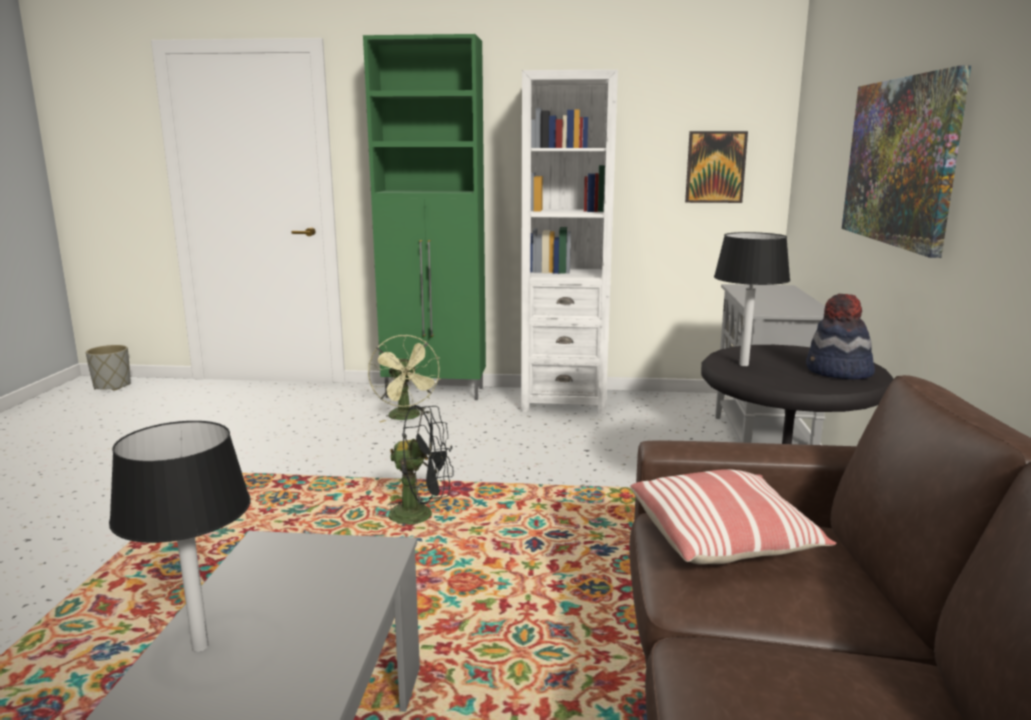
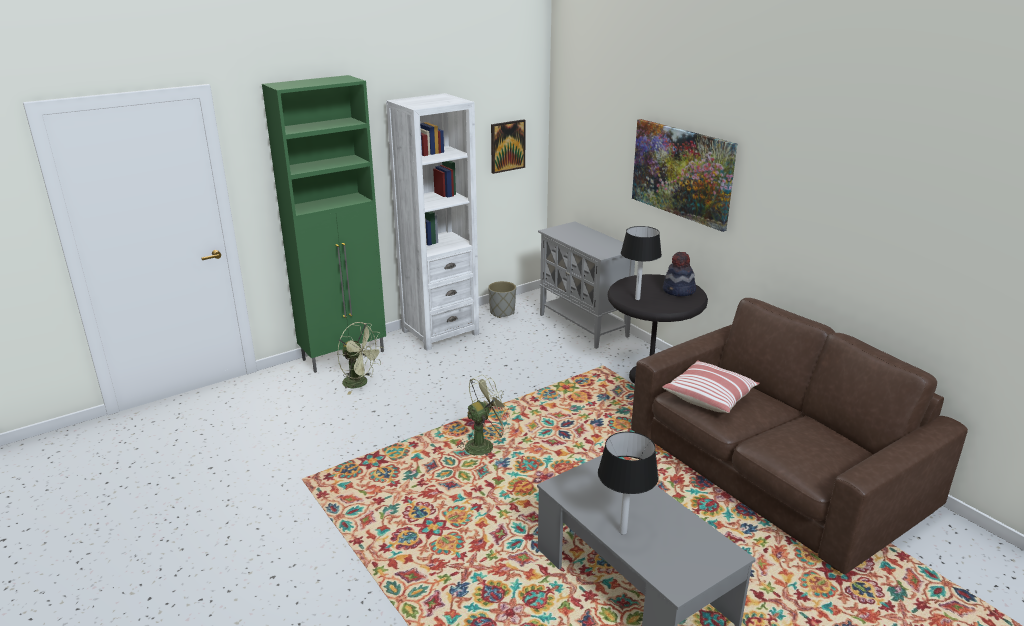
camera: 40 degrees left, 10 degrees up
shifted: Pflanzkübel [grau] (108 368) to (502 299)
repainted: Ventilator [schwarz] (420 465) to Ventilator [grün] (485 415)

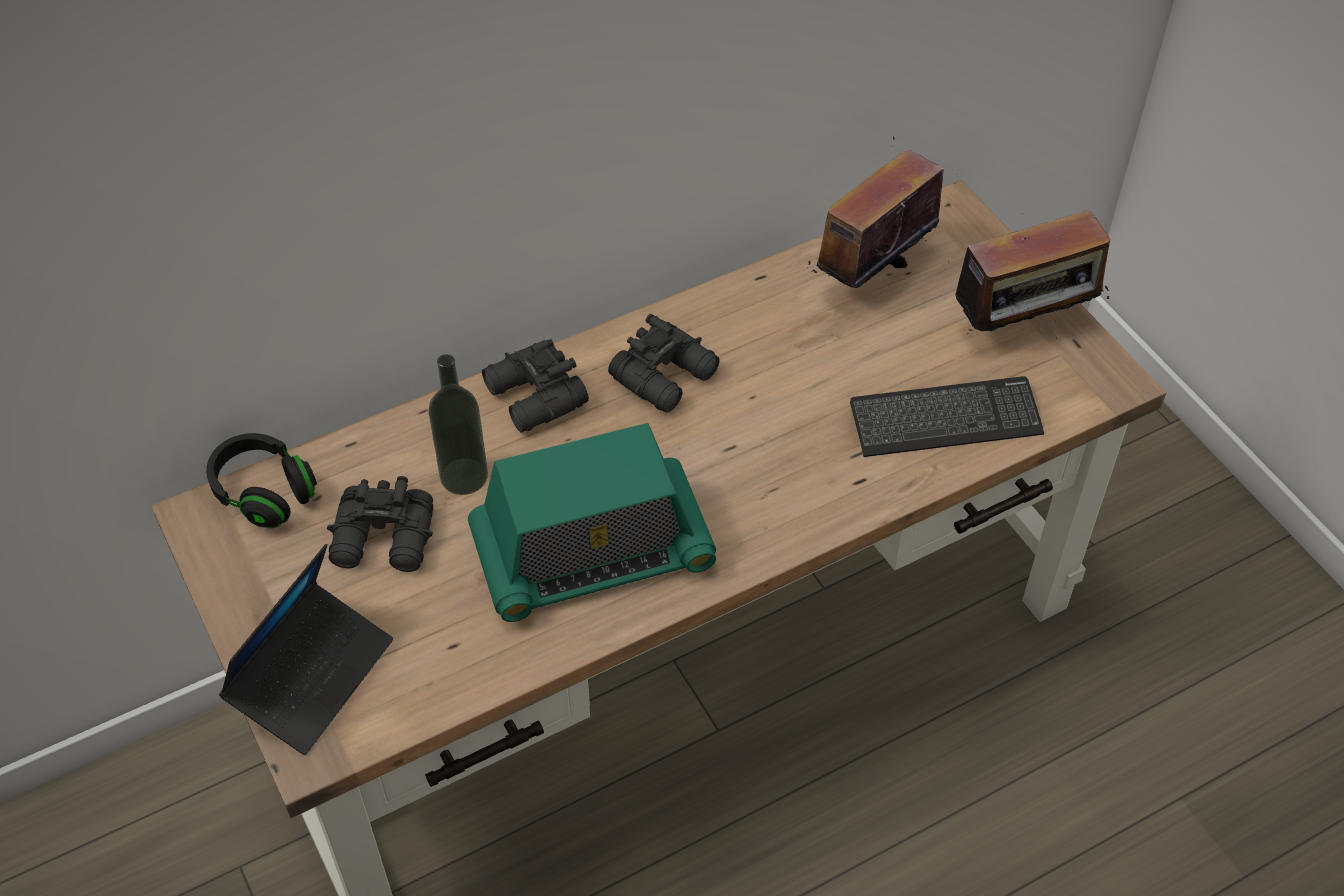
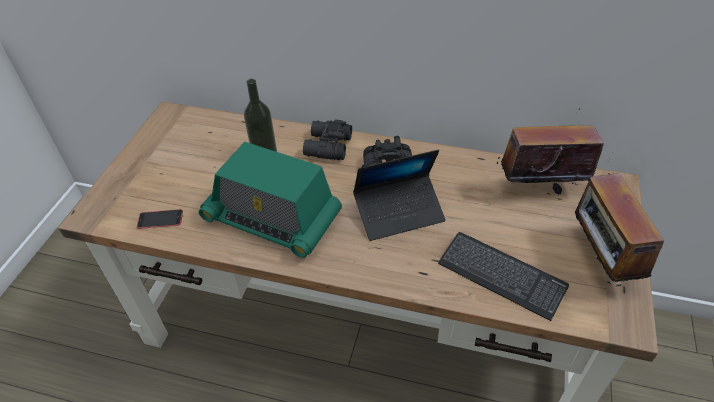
camera: 45 degrees right, 5 degrees down
gone: Kopfhörer [schwarz] (261 480); Fernglas [schwarz] (380 524)
new: Handy (160 219)
shifted: Laptop (306 649) to (399 195)
rotated: Radio (1029 272) = (619 229) 60 degrees clockwise

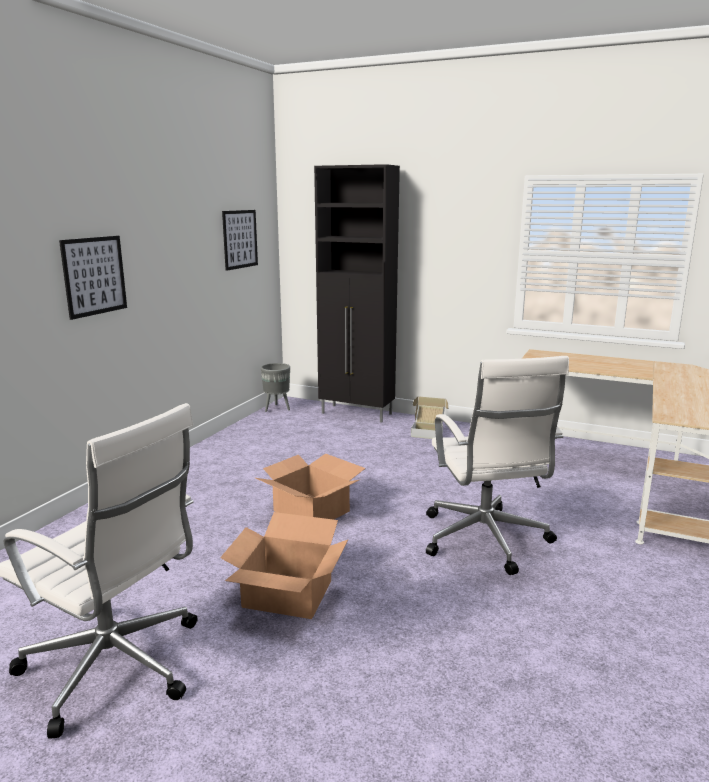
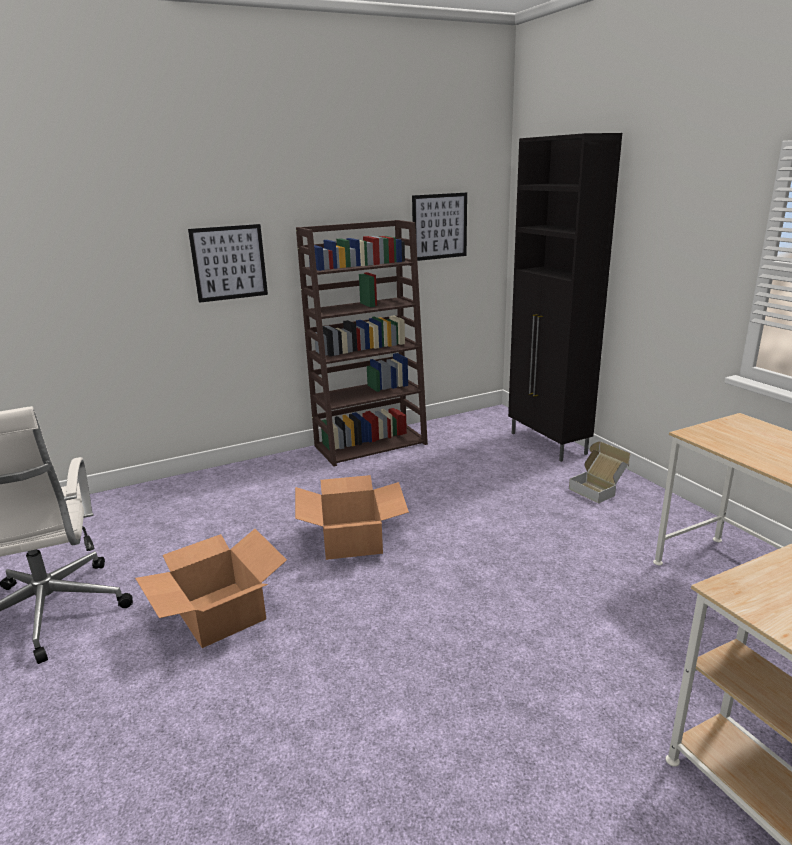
camera: 40 degrees right, 5 degrees up
gone: Pflanzkübel [grau] (275 387); Bürostuhl [weiß] (497 465)
new: Bücherregal [braun] (362 343)

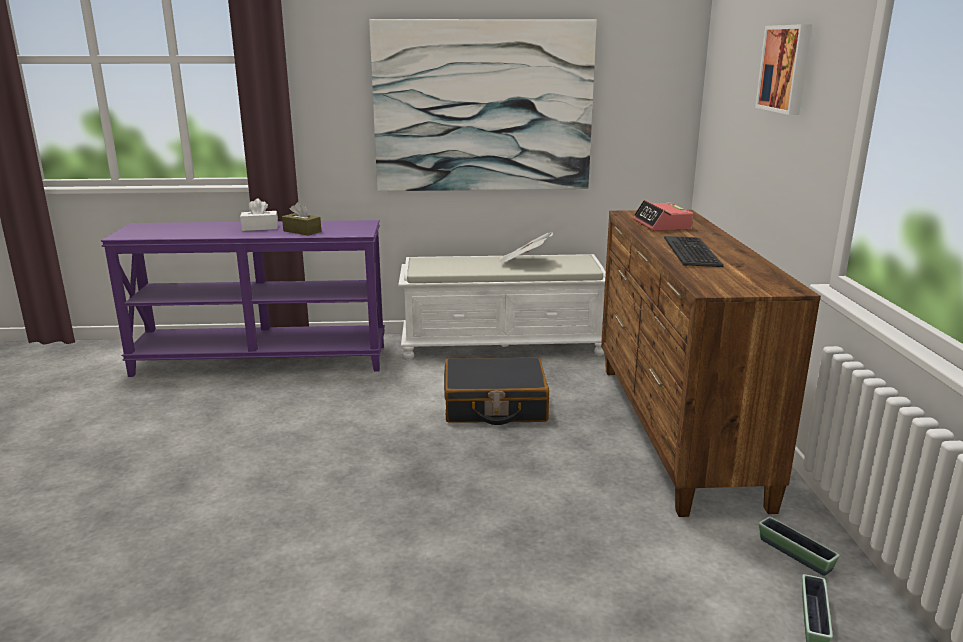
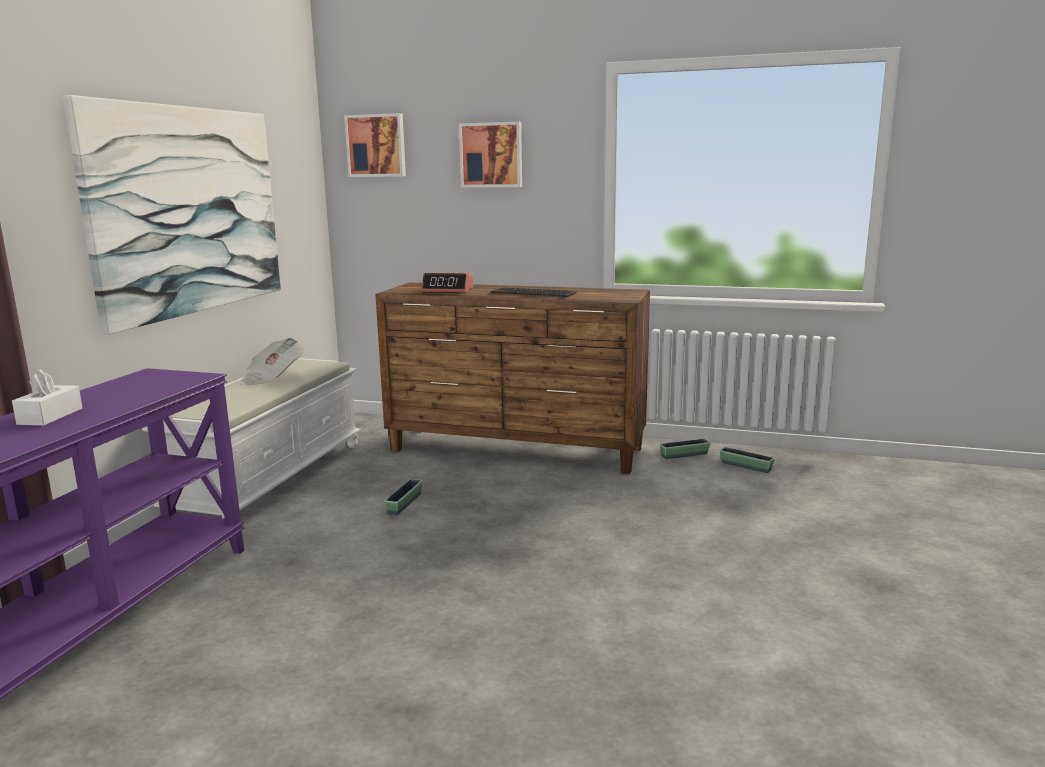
camera: 70 degrees left, 5 degrees down
gone: Taschentuchbox [braun] (301 219)
new: Bild (375 145)
swapped: Koffer [schwarz] (496 391) to Pflanzkübel (403 497)

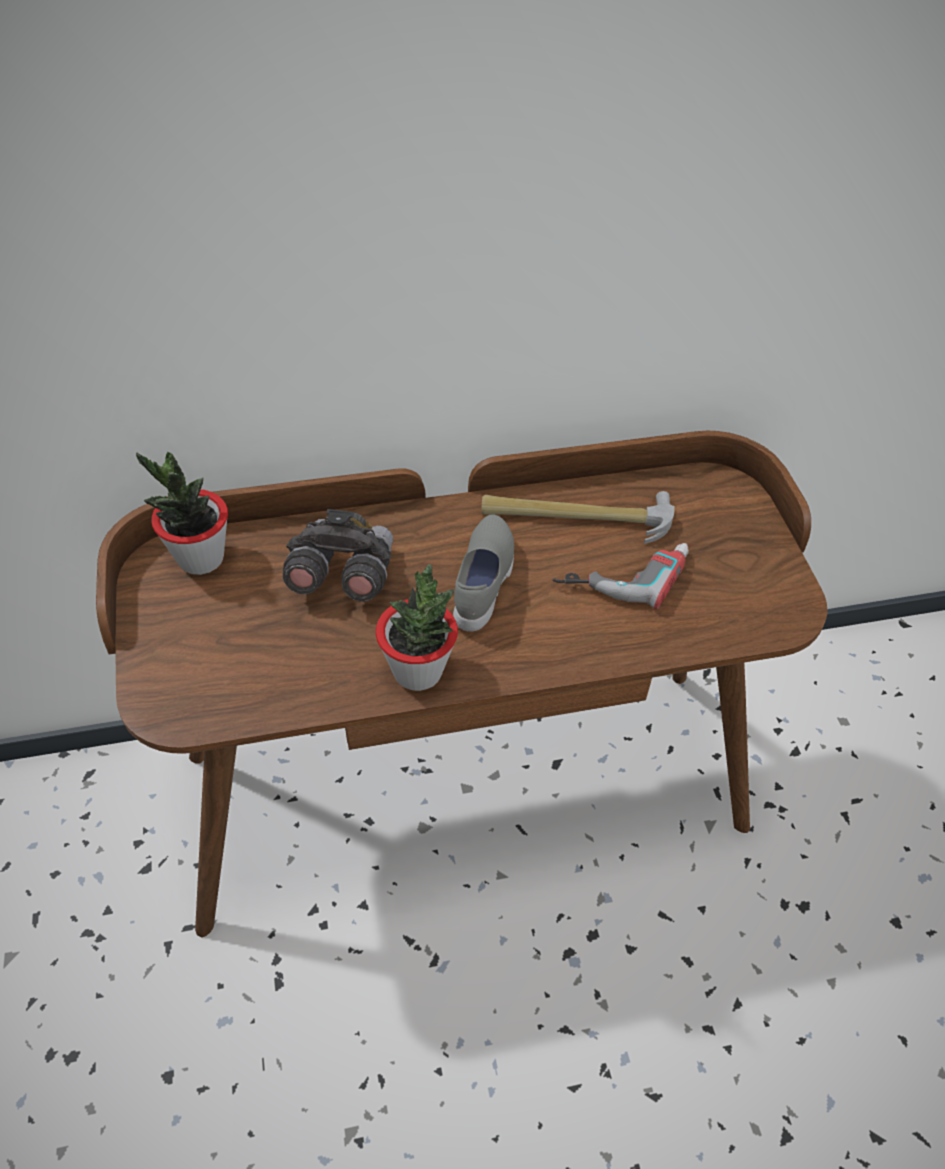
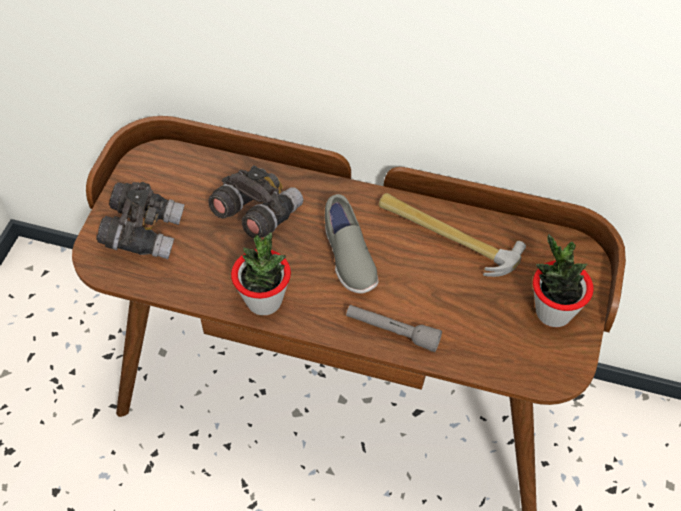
camera: 30 degrees right, 5 degrees up
gone: Bohrmaschine (620 576)
new: Fernglas [grau] (140 220); Taschenlampe [grau] (394 328)
shifted: Topfpflanze (182 513) to (563 280)
rotated: Schuh [grau] (483 573) = (351 244) 120 degrees clockwise

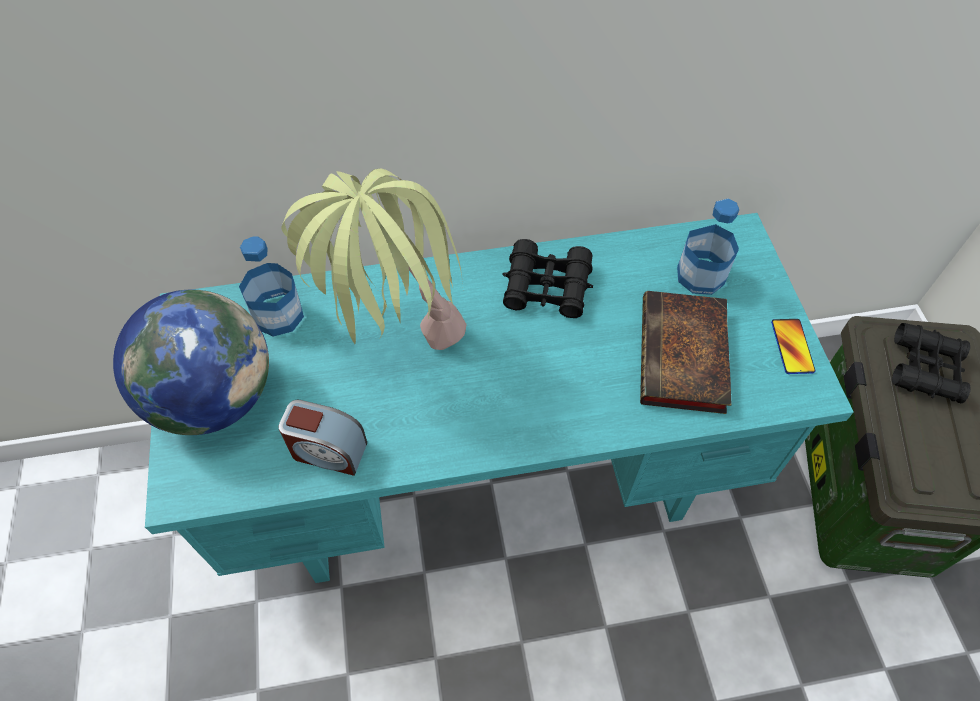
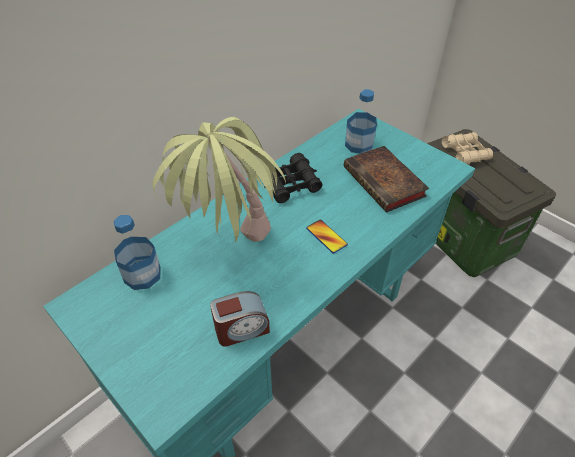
camera: 35 degrees left, 10 degrees down
gone: Globus (191 362)
shifted: Handy (793 346) to (327 237)
repainted: Fernglas [schwarz] (931 363) to Fernglas [beige] (467 148)

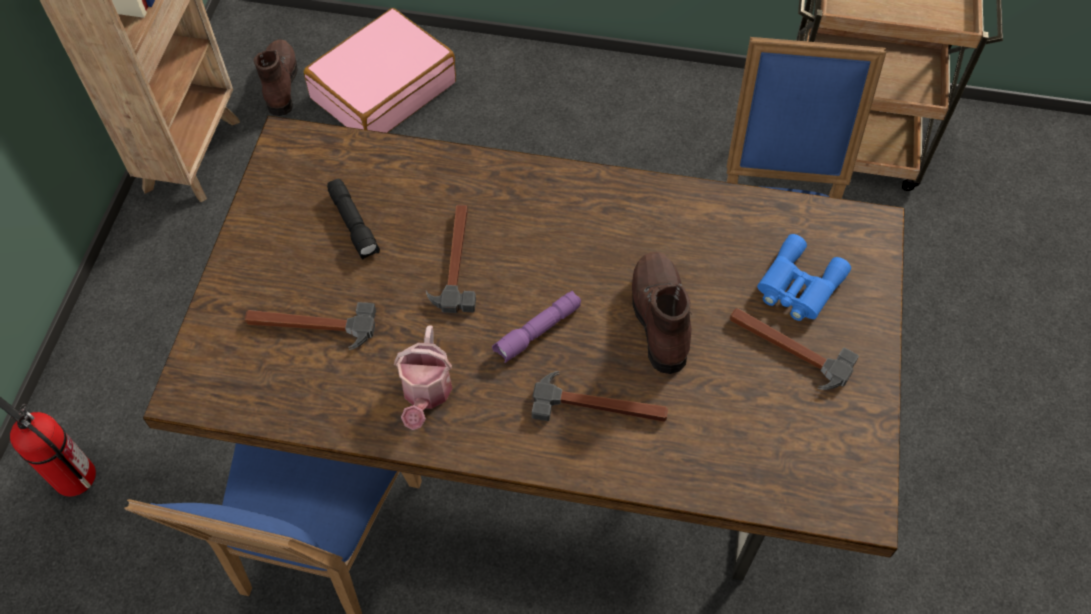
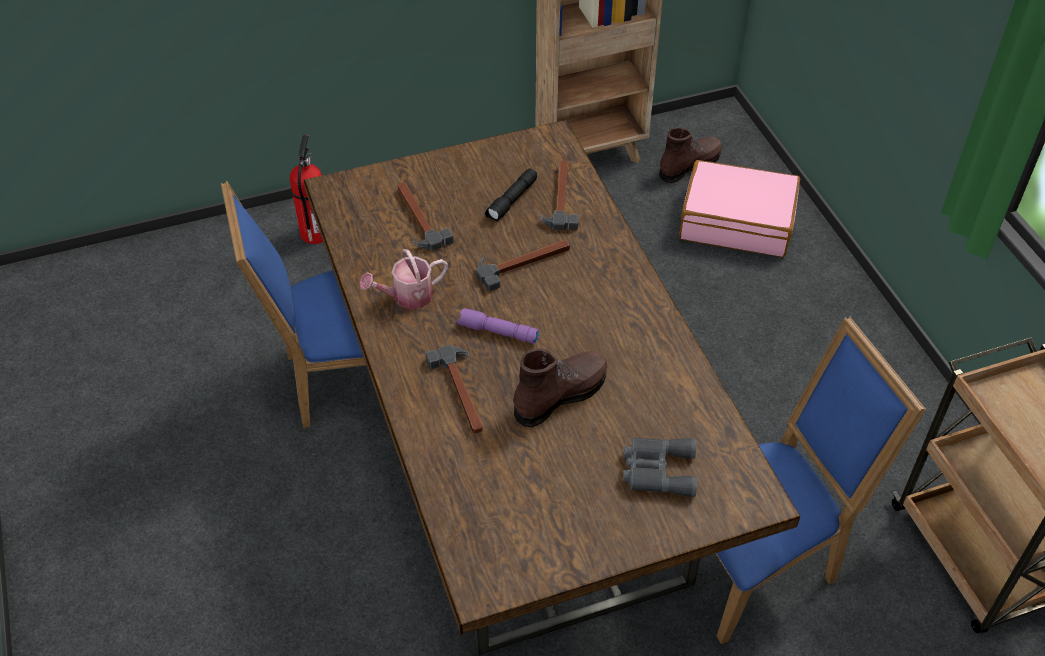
camera: 60 degrees right, 10 degrees down
shifted: Hammer (794 349) to (559 195)
repainted: Fernglas [blau] (804 277) to Fernglas [grau] (660 467)

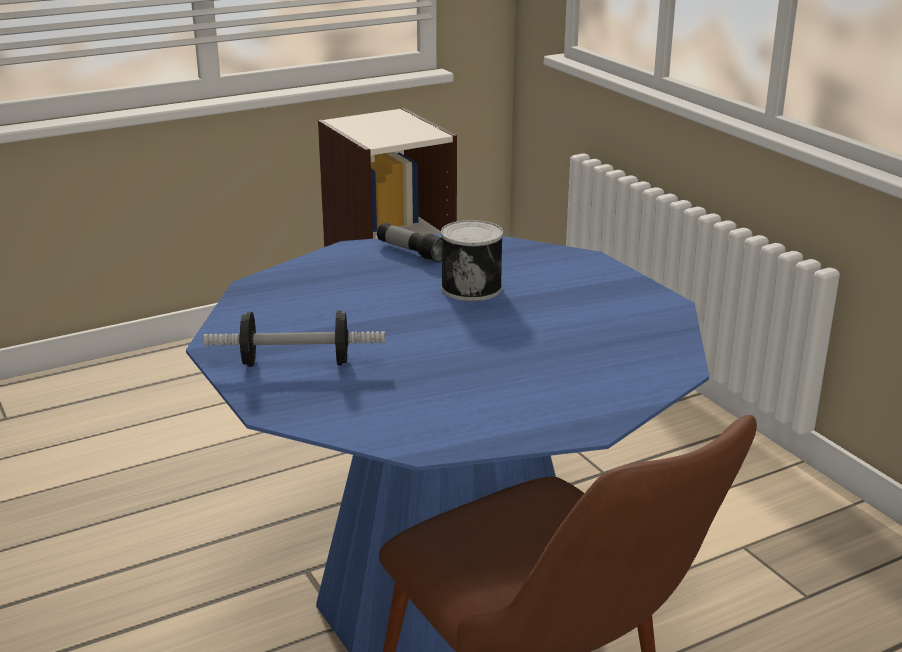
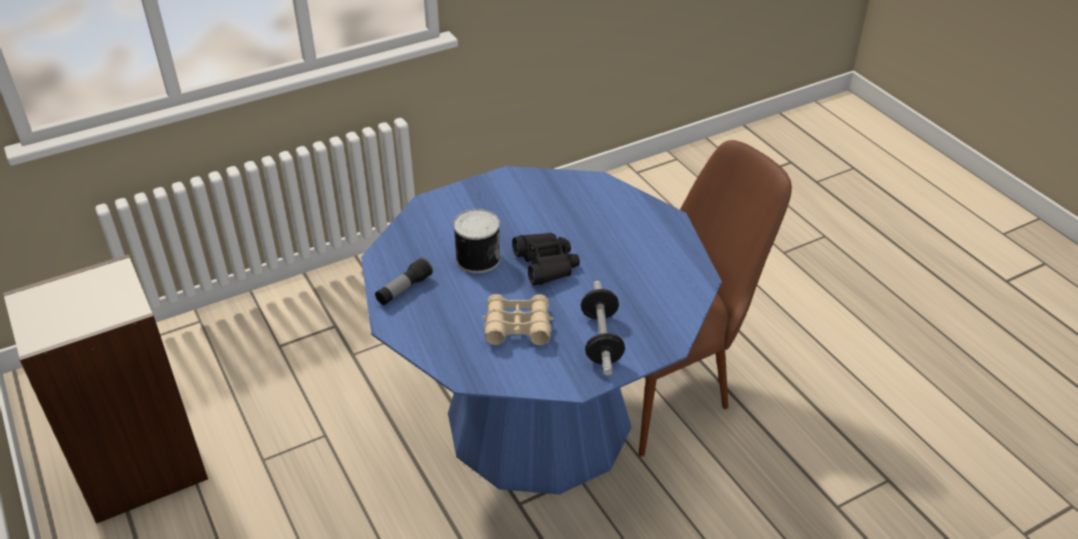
camera: 90 degrees left, 15 degrees up
new: Fernglas [beige] (518 319); Fernglas [schwarz] (546 259)

